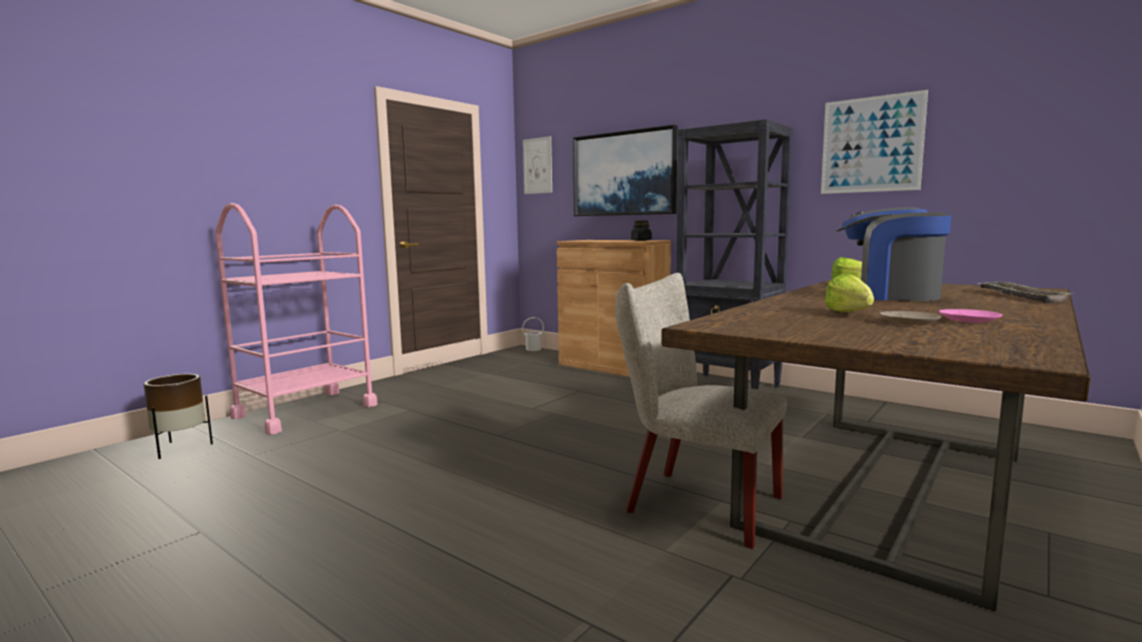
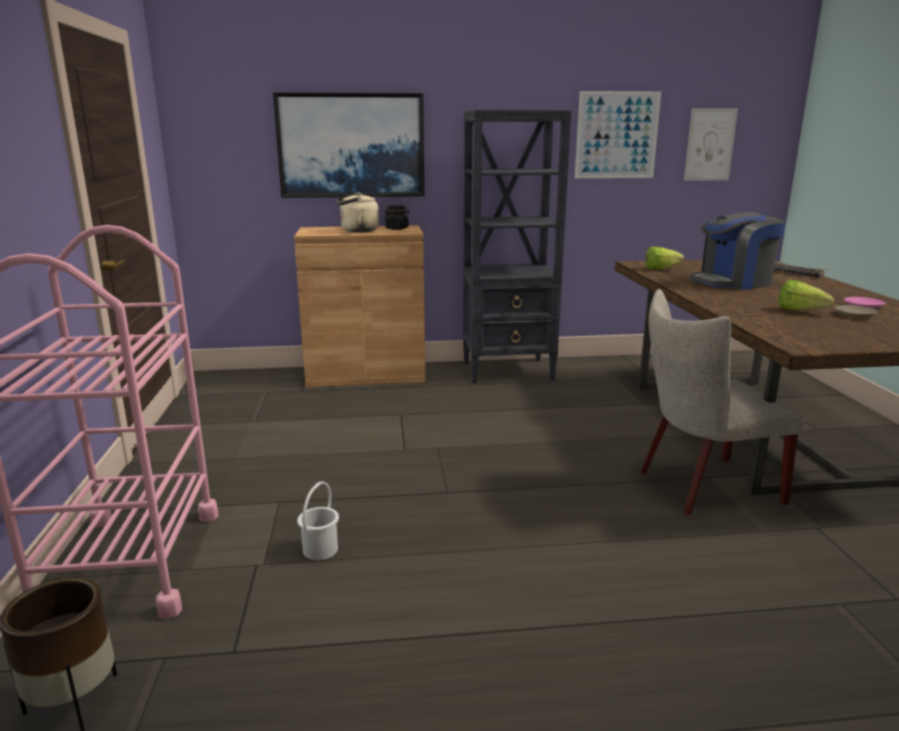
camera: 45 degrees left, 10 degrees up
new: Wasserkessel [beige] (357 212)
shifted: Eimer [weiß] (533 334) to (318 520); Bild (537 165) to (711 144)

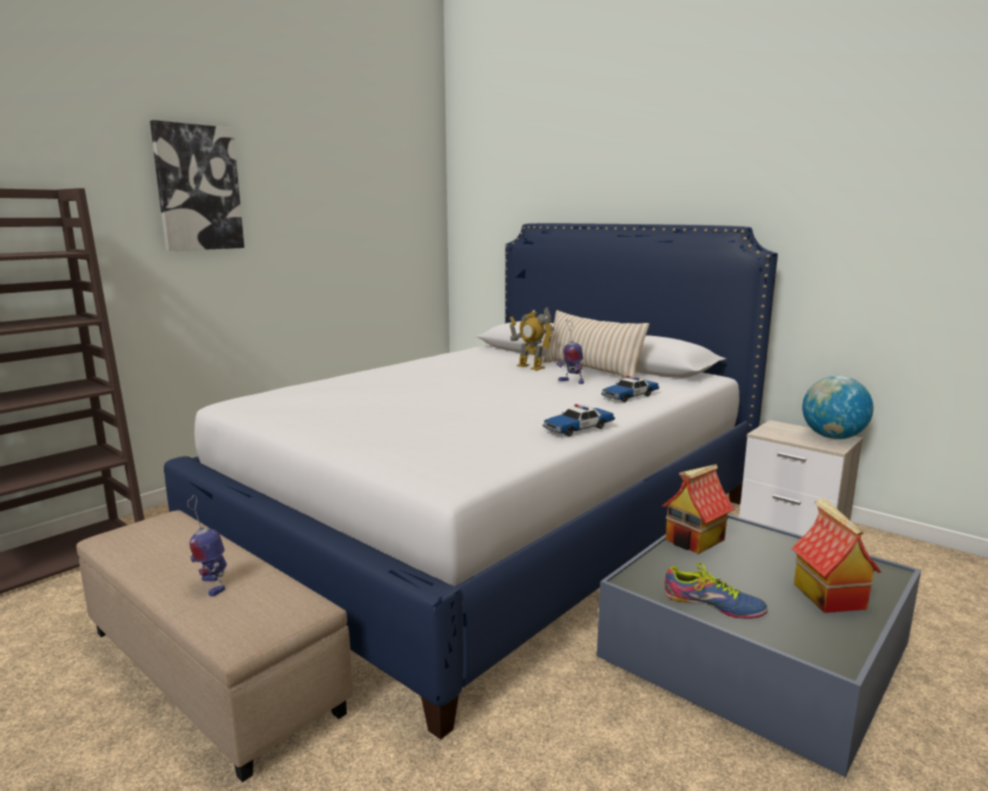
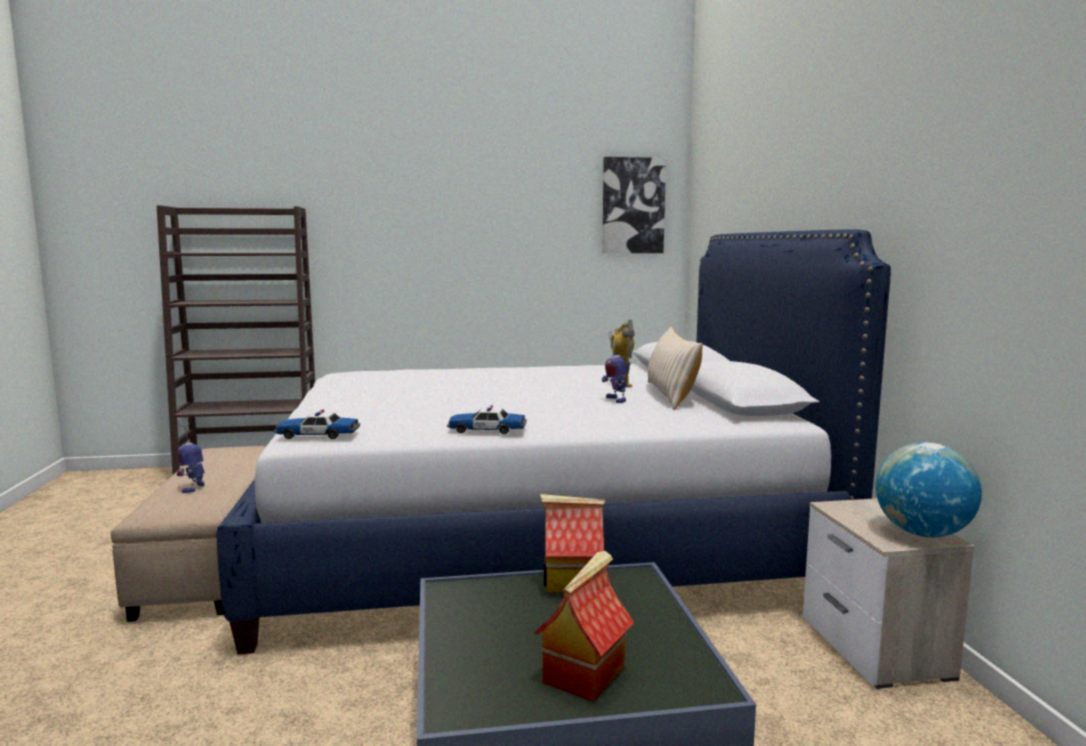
camera: 40 degrees right, 5 degrees down
gone: Schuh (716 591)
shifted: Spielzeugauto (630 389) to (317 424); Bild (197 185) to (634 205)

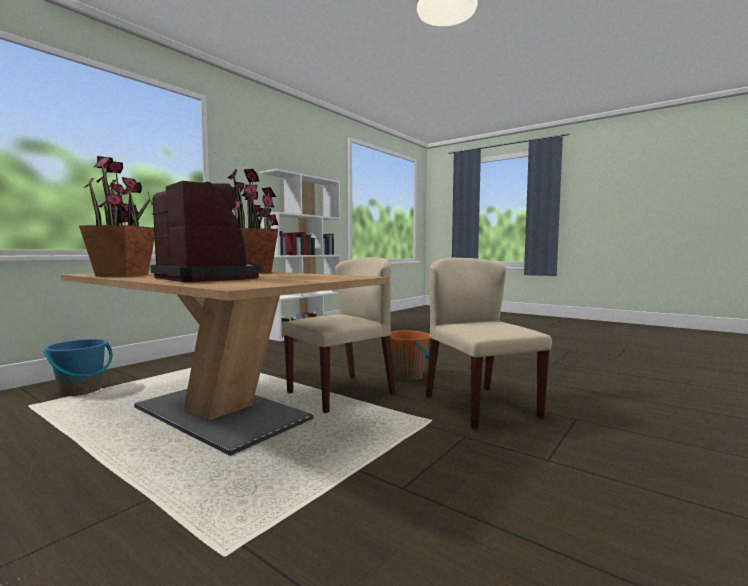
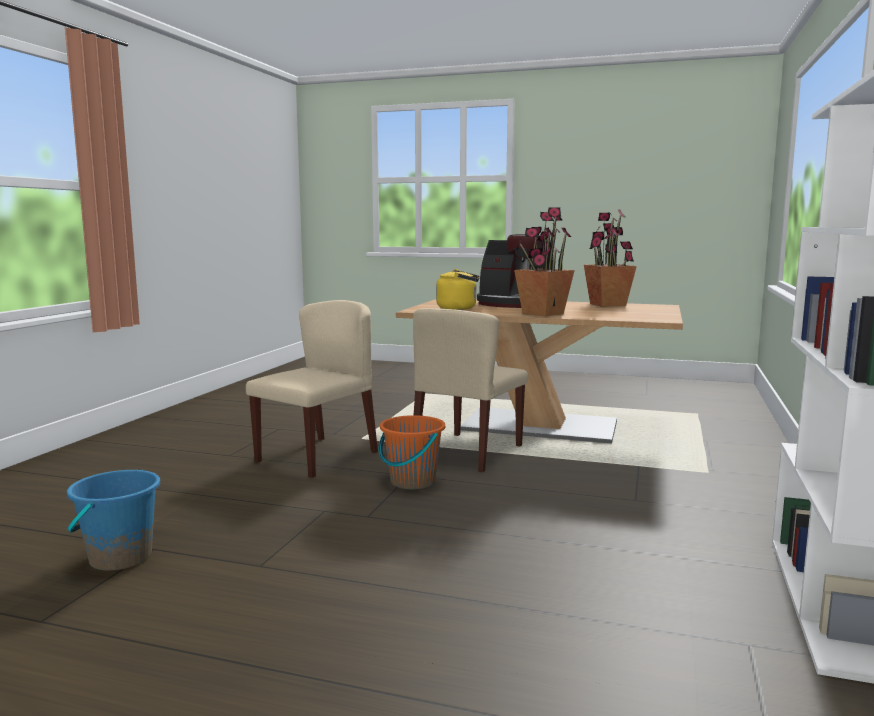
camera: 160 degrees right, 5 degrees up
new: Wasserkessel [gelb] (458 289)
shifted: Eimer [blau] (78 367) to (113 520)
rotated: Stuhl [beige] (489 344) = (312 389) 105 degrees counterclockwise

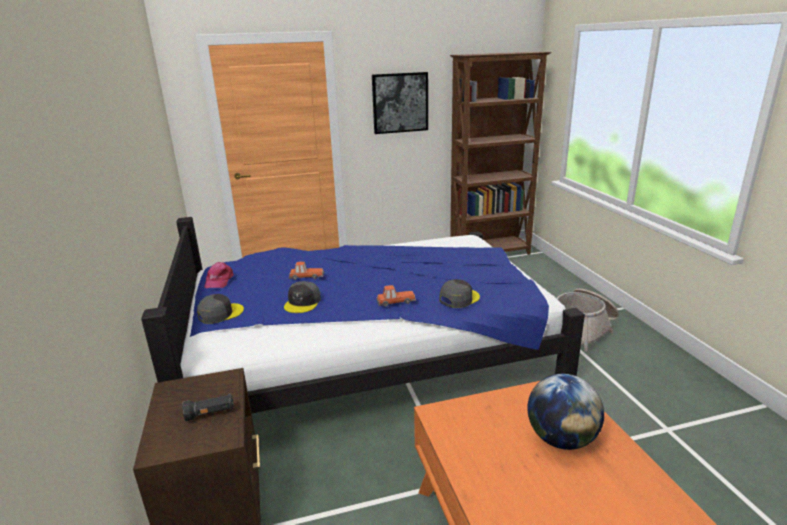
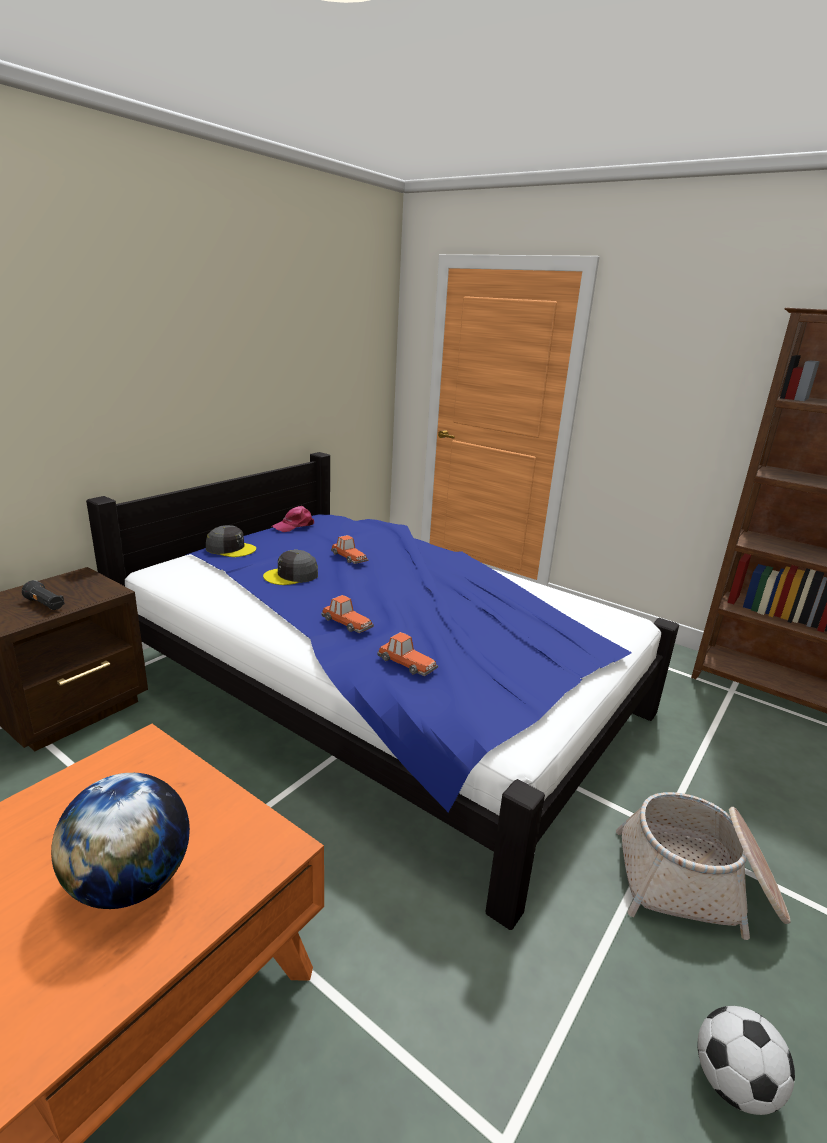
camera: 50 degrees right, 0 degrees up
gone: Bild (400 103)
new: Fußball (746 1060)
swapped: Kappe [grau] (459 293) to Spielzeugauto (407 654)

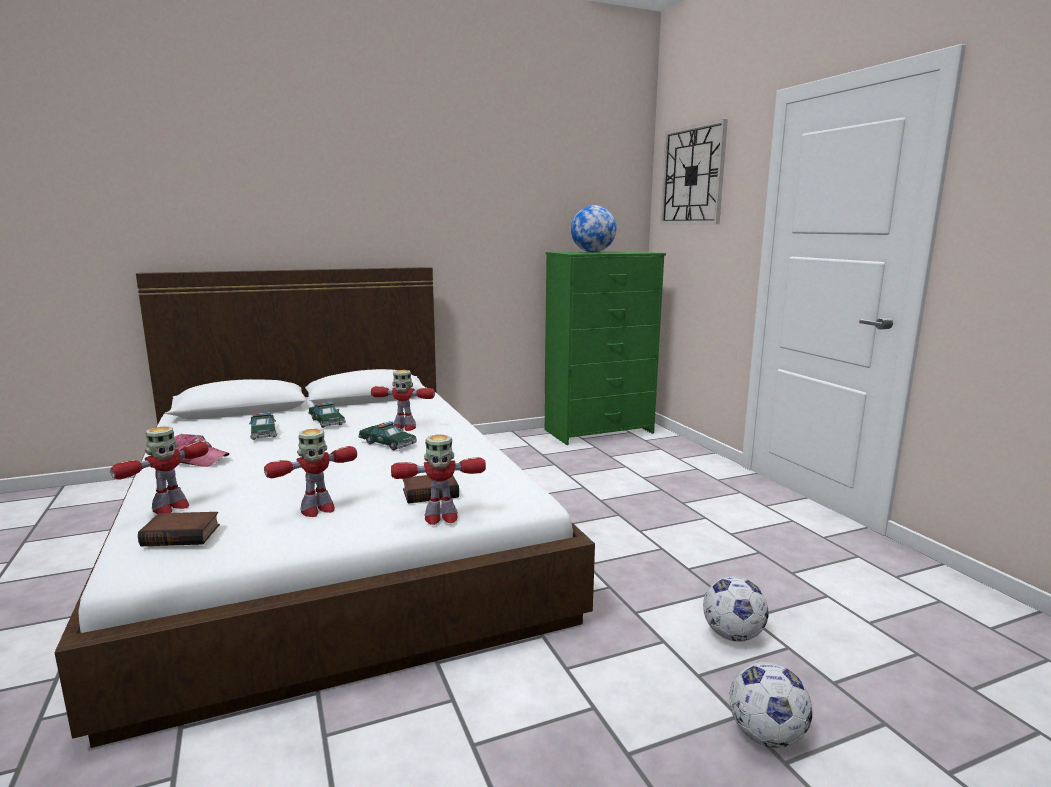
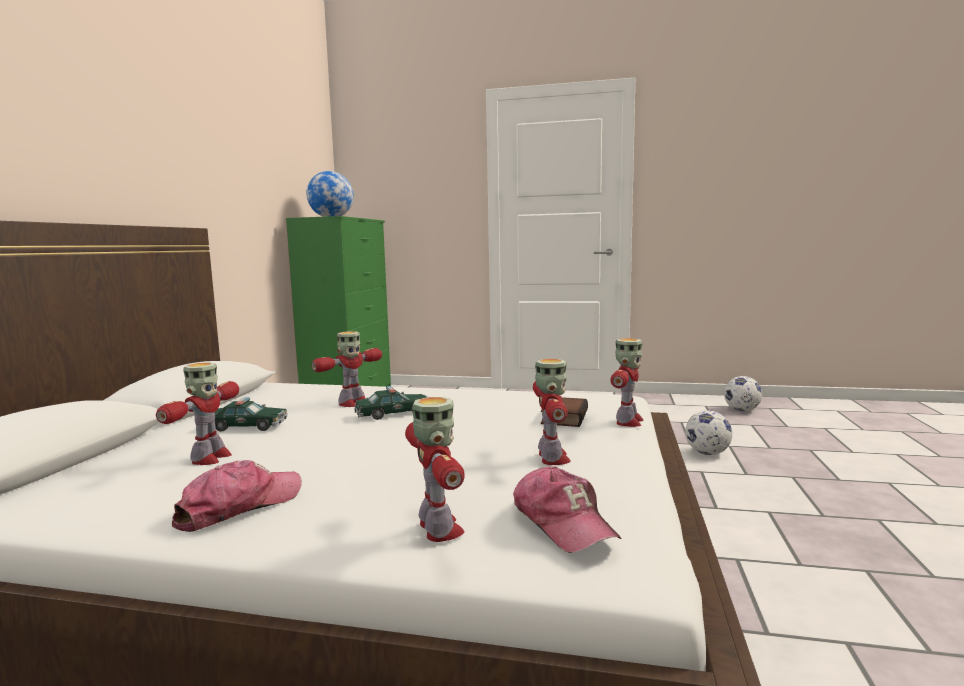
camera: 55 degrees left, 5 degrees down
gone: Wanduhr (694 171)
shifted: Fußball (770 705) to (743 393)
swapped: Spielzeugauto (263 426) to Spielzeugroboter (197 413); Buch (179 529) to Kappe (567 509)

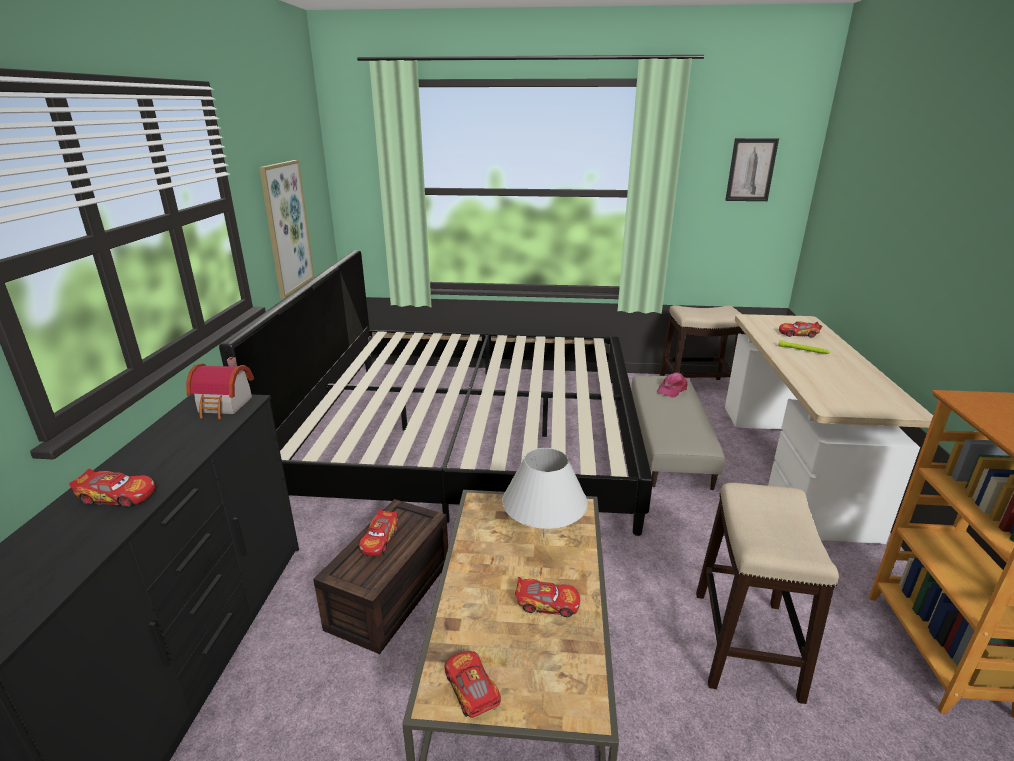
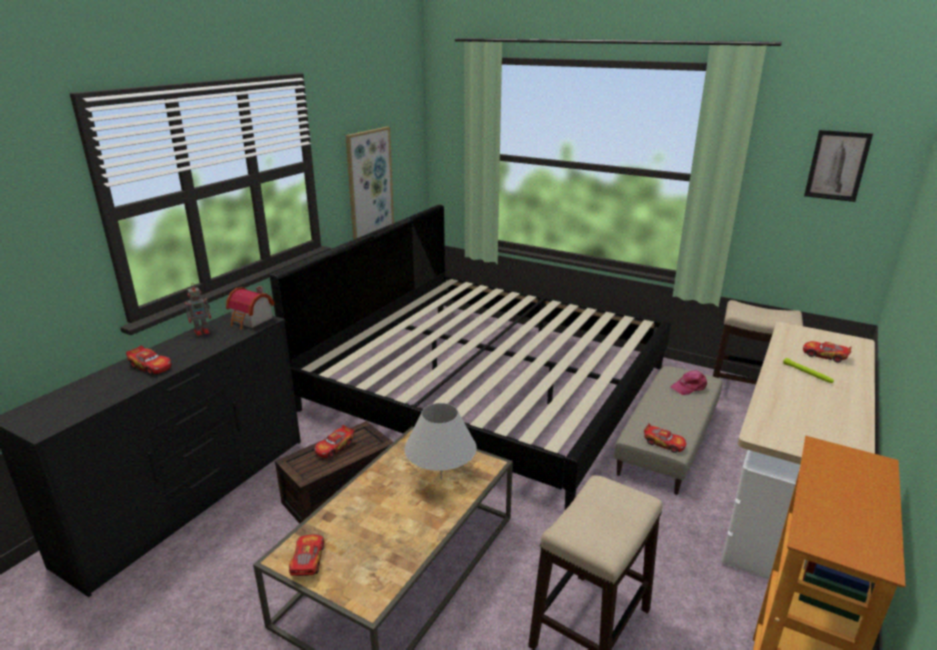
camera: 25 degrees right, 0 degrees up
new: Spielzeugroboter (198 310)
shifted: Spielzeugauto (547 597) to (665 438)

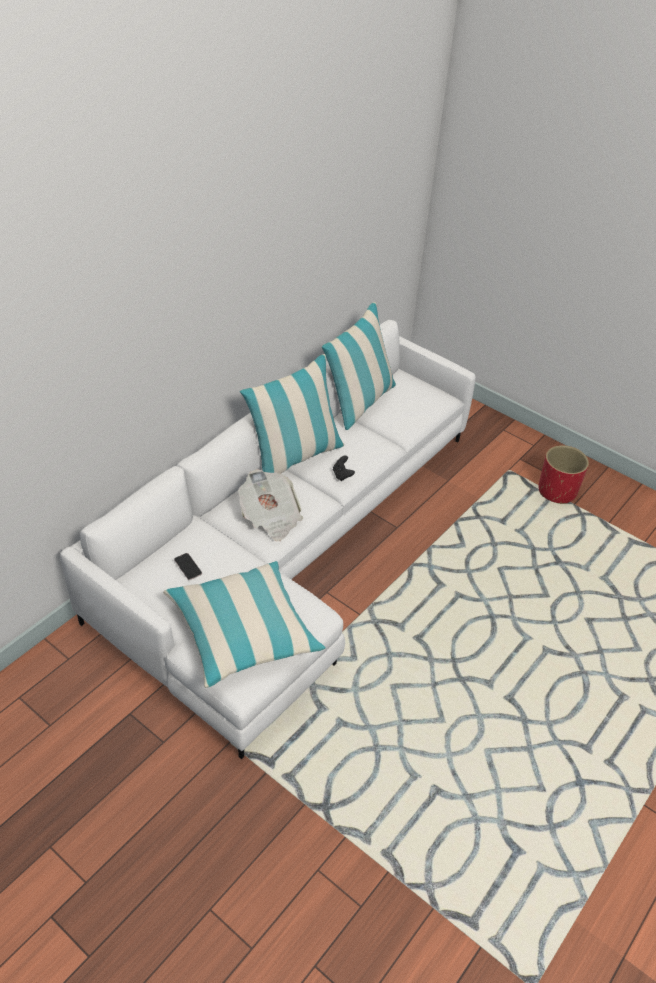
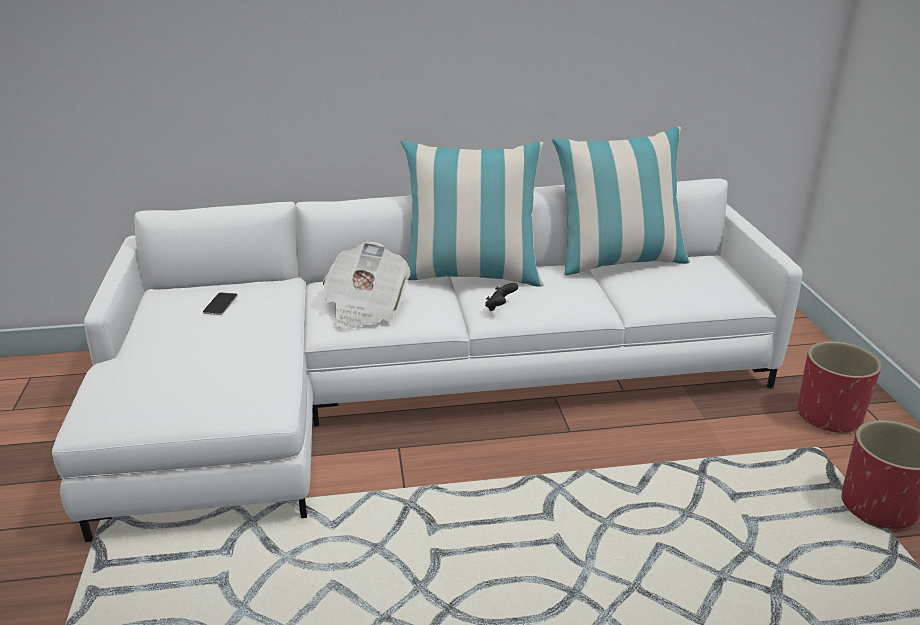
camera: 45 degrees right, 15 degrees down
gone: Kissen (244 624)
new: Pflanzkübel [rot] (839 388)

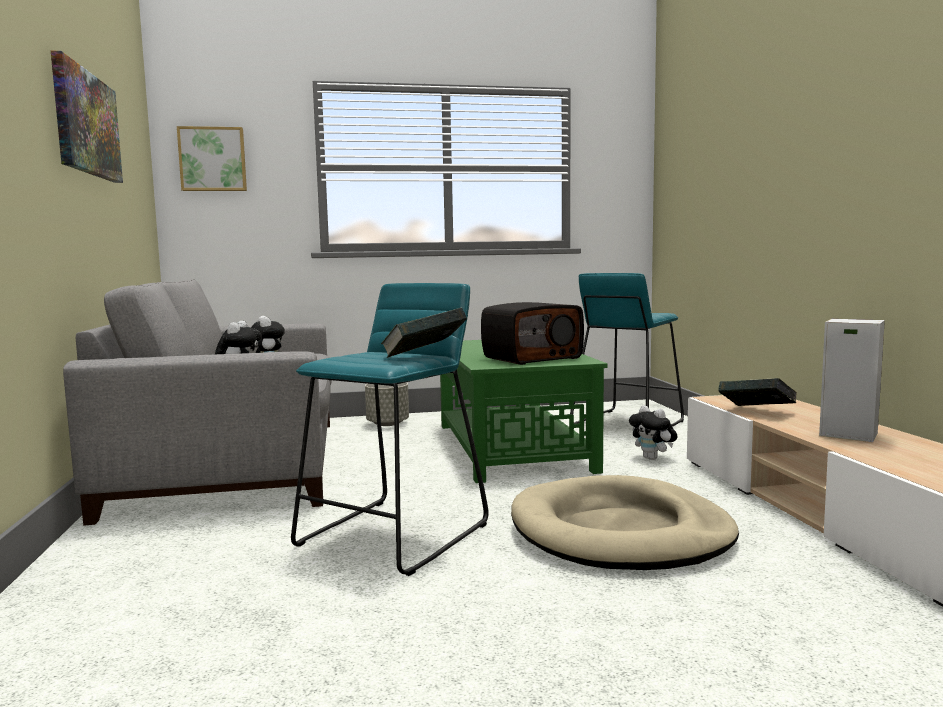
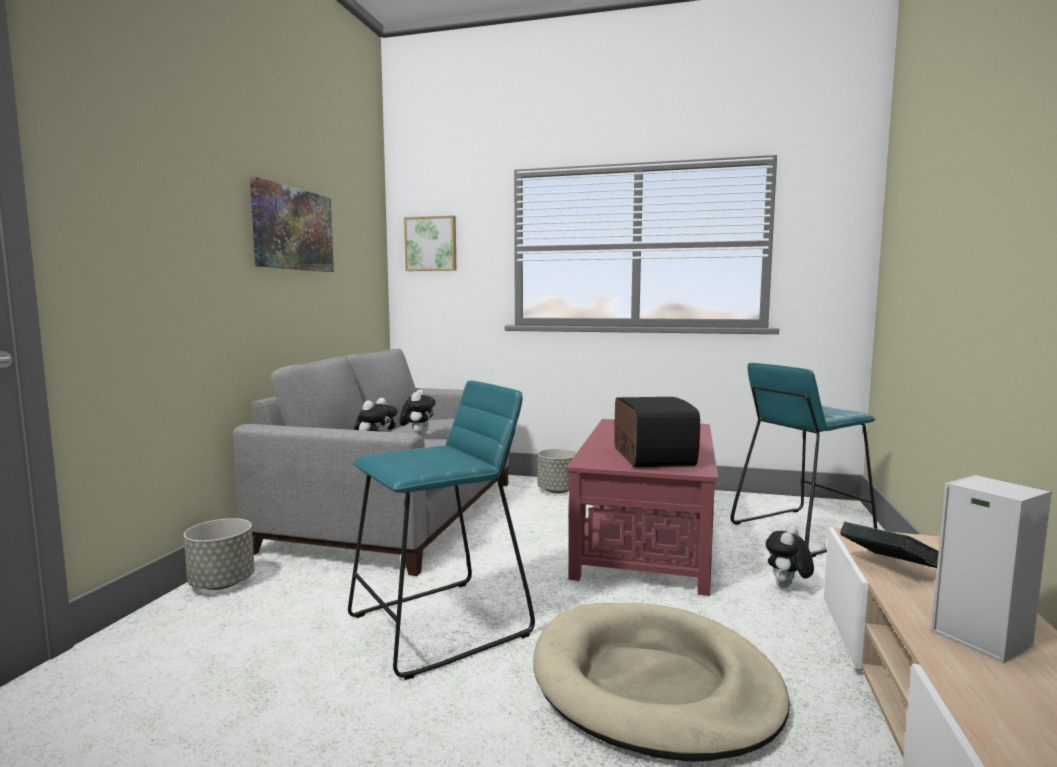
camera: 25 degrees right, 0 degrees up
gone: Buch (424 333)
new: Pflanzkübel [grau] (219 554)
repainted: Couchtisch [grün] (524 411) to Couchtisch [rot] (642 507)
rotated: Radio (532 333) = (657 432) 90 degrees counterclockwise; Plüschtier (653 432) = (790 556) 45 degrees clockwise

